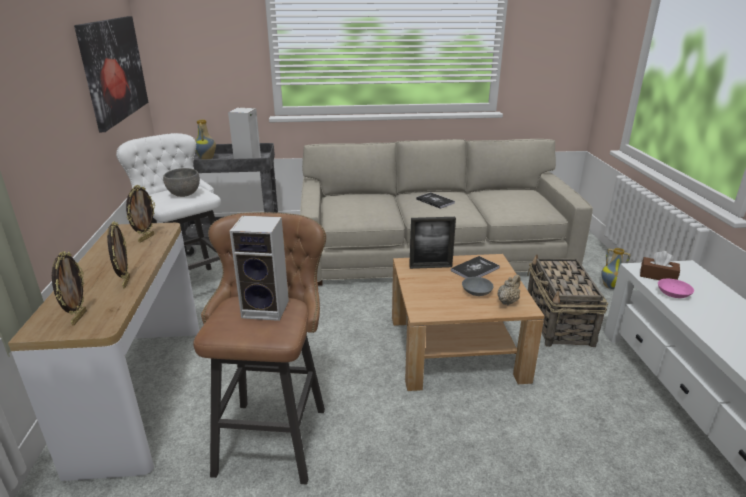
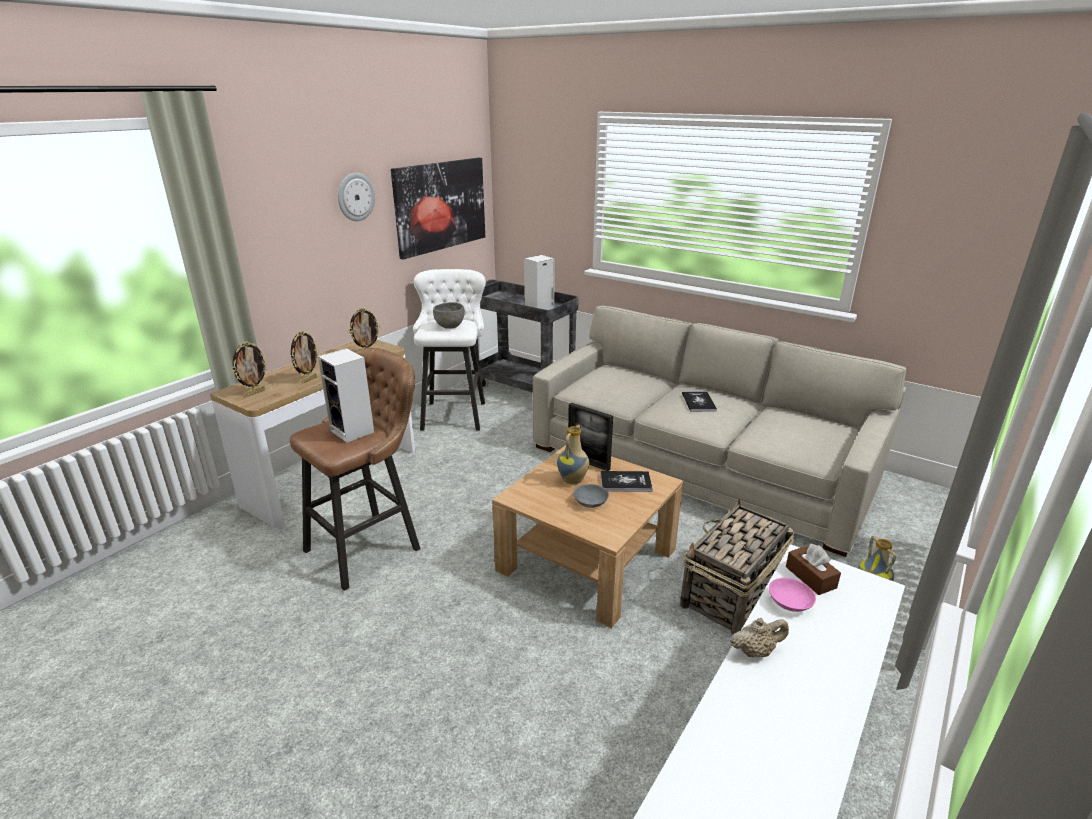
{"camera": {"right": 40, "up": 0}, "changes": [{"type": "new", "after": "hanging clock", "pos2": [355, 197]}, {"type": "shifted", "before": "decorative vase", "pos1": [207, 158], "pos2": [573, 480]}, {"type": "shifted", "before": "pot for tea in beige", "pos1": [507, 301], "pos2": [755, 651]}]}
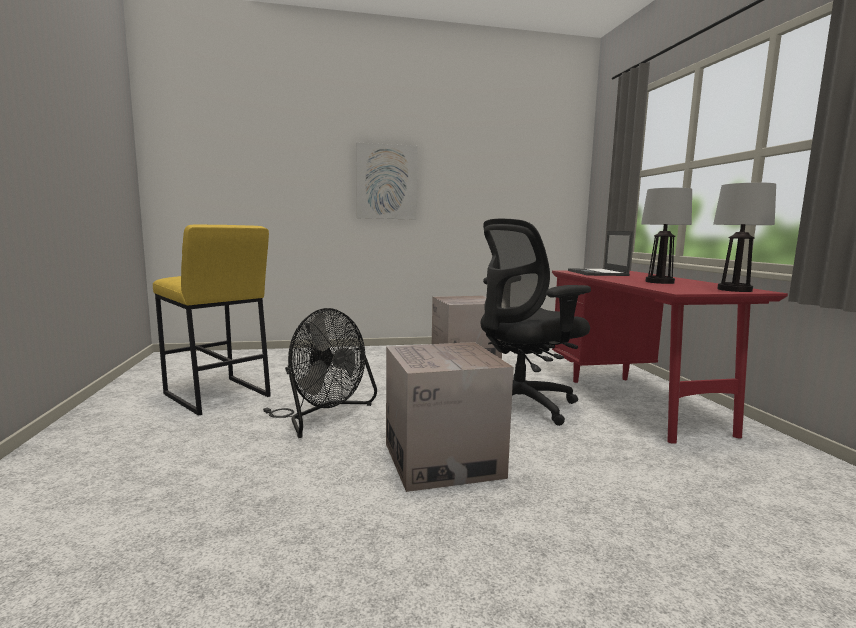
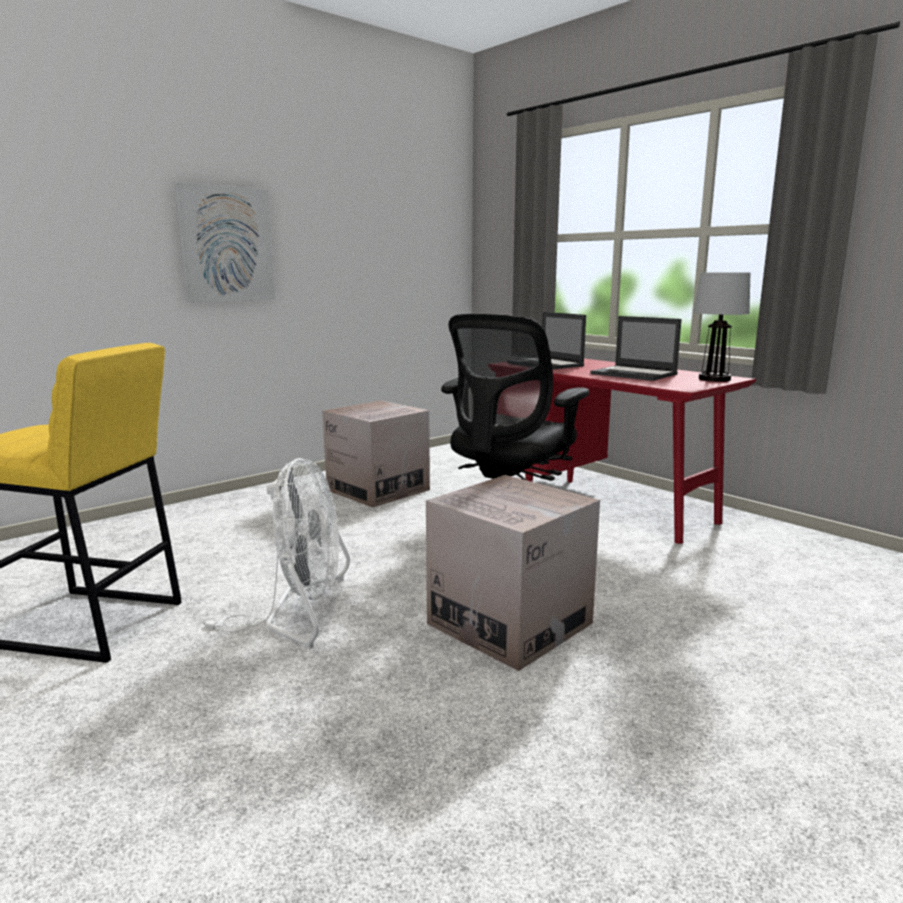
{"camera": {"right": -30, "up": 5}, "changes": [{"type": "repainted", "before": "fan in black-coloured", "after": "fan in white", "pos1": [320, 416], "pos2": [296, 612]}, {"type": "swapped", "before": "lamp for a table", "after": "portable computer", "pos1": [660, 282], "pos2": [634, 374]}]}
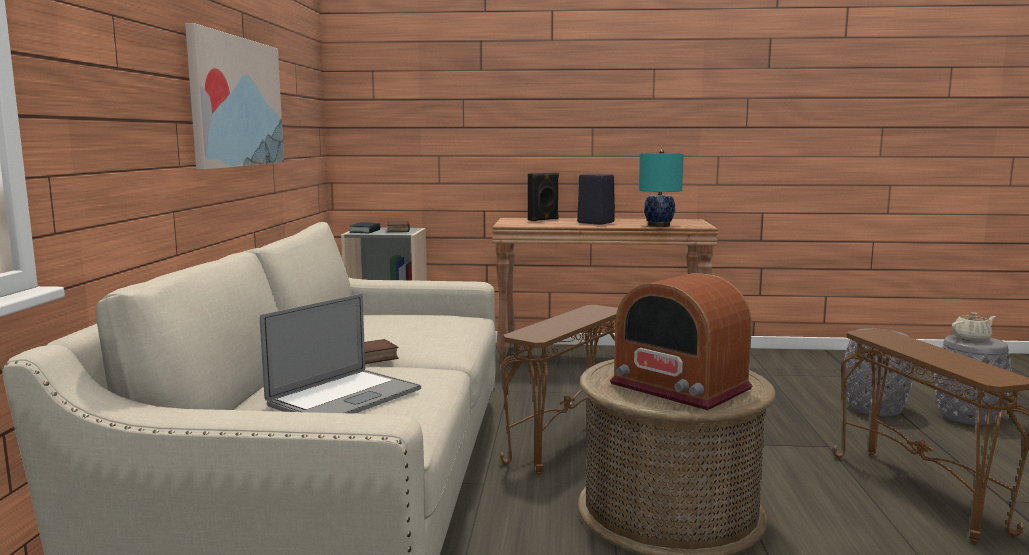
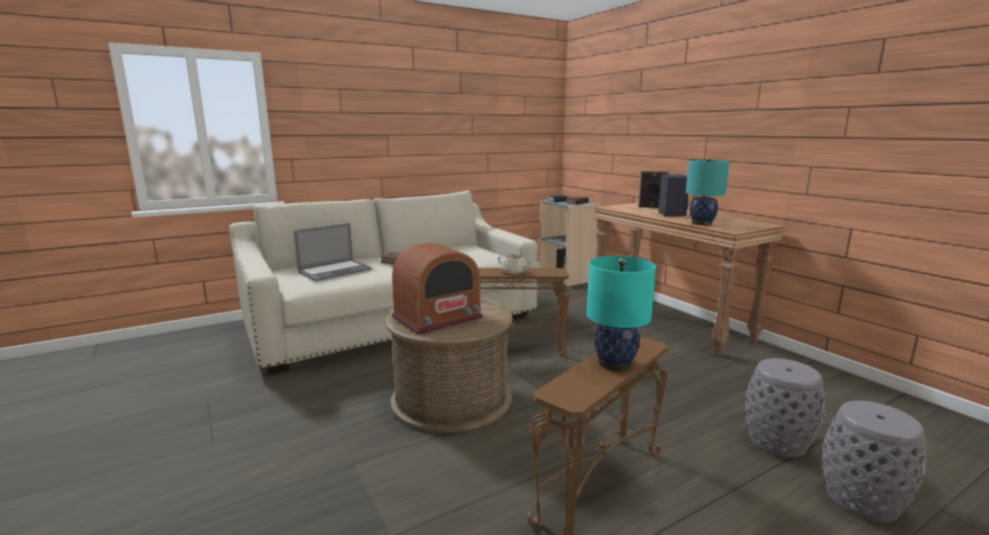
{"camera": {"right": 55, "up": 5}, "changes": [{"type": "rotated", "before": "portable computer", "pos1": [345, 397], "pos2": [335, 271], "turn": -45}, {"type": "rotated", "before": "radio", "pos1": [679, 386], "pos2": [437, 317], "turn": -135}, {"type": "shifted", "before": "pot for tea in beige", "pos1": [971, 339], "pos2": [514, 272]}, {"type": "new", "after": "lamp for a table in turquoise-coloured", "pos2": [615, 364]}, {"type": "gone", "before": "wall art", "pos1": [236, 102]}]}
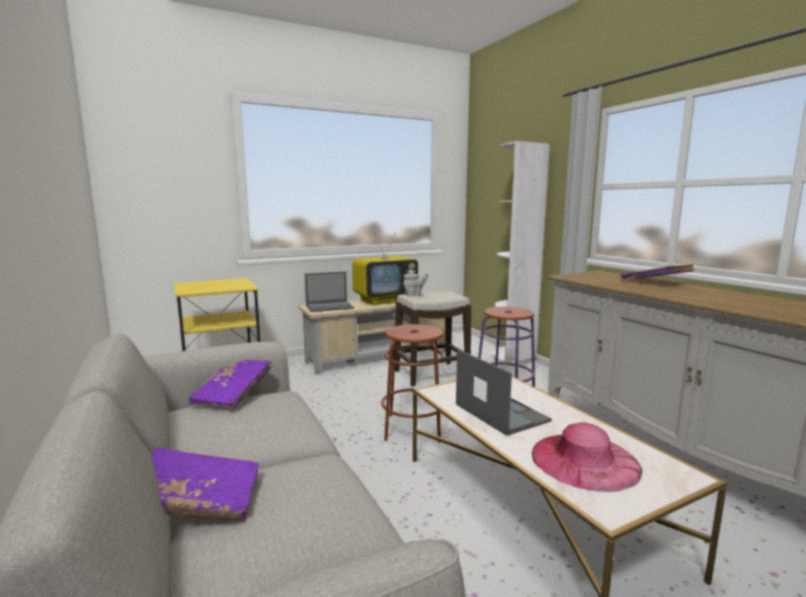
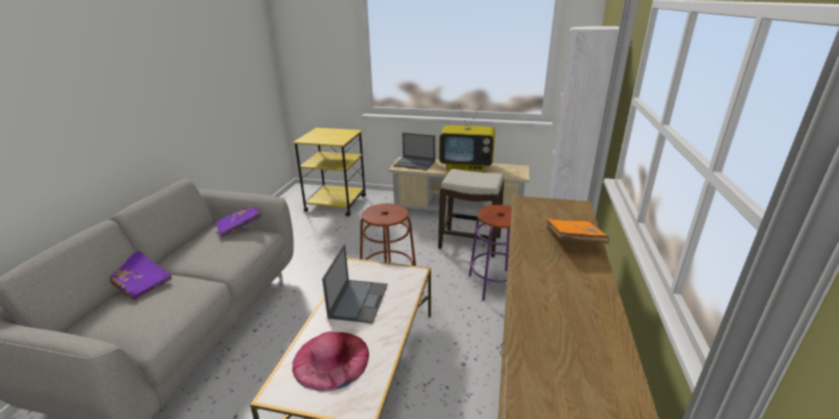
{"camera": {"right": 40, "up": 15}, "changes": [{"type": "repainted", "before": "book in purple-coloured", "after": "book in orangey", "pos1": [655, 282], "pos2": [573, 240]}, {"type": "gone", "before": "pot for tea in gray", "pos1": [414, 294]}]}
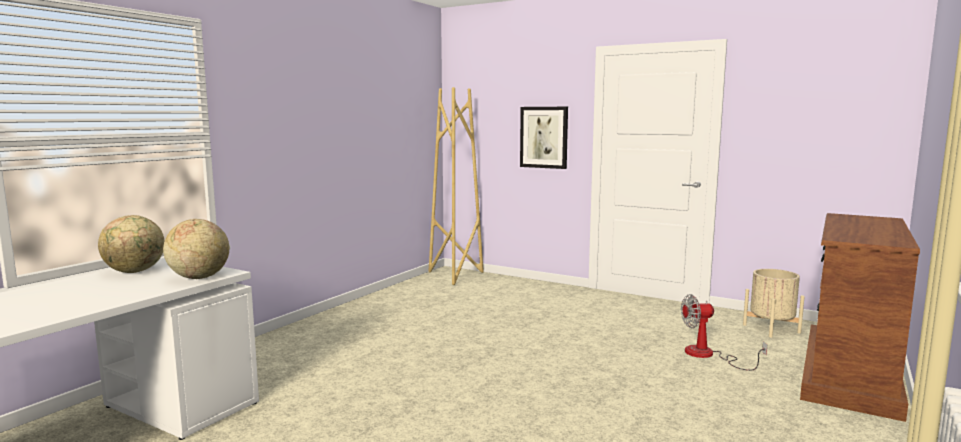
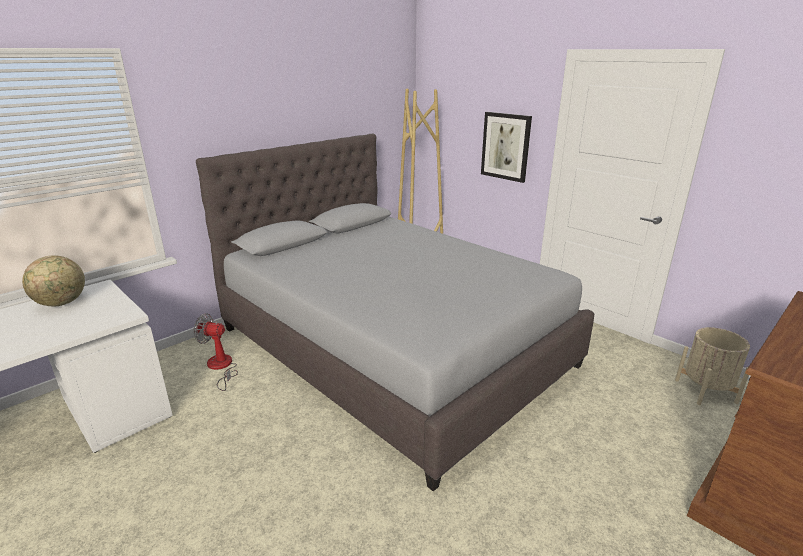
{"camera": {"right": 15, "up": 15}, "changes": [{"type": "shifted", "before": "fan", "pos1": [708, 355], "pos2": [221, 367]}, {"type": "new", "after": "sleeping bed in gray", "pos2": [392, 346]}, {"type": "gone", "before": "desk globe", "pos1": [199, 277]}]}
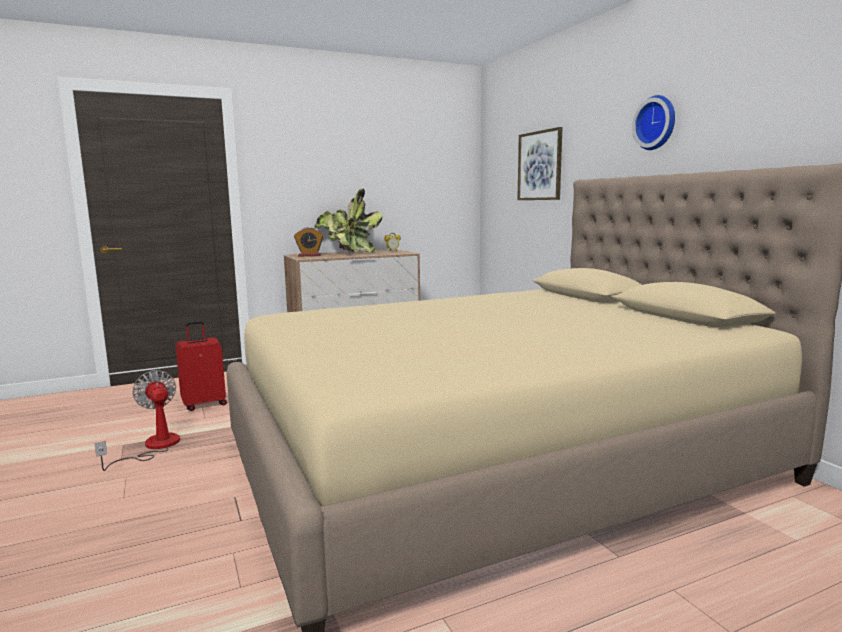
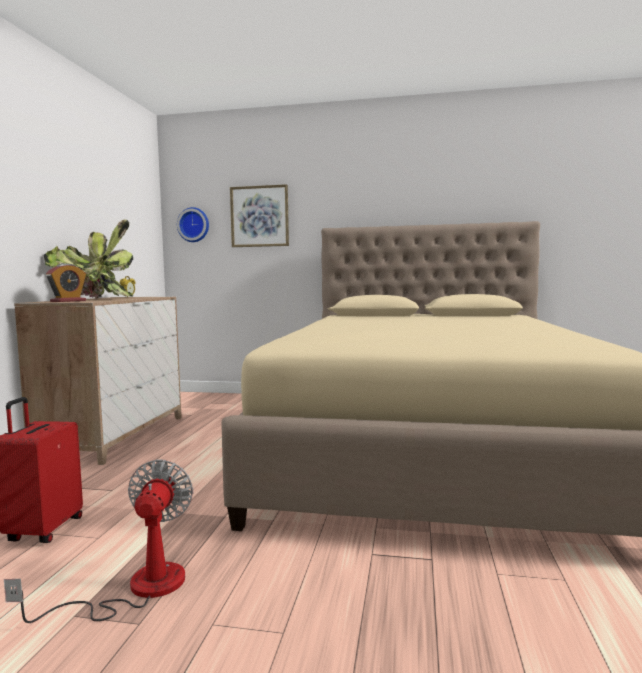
{"camera": {"right": -55, "up": -5}, "changes": [{"type": "rotated", "before": "fan", "pos1": [153, 447], "pos2": [137, 589], "turn": 90}, {"type": "shifted", "before": "hanging clock", "pos1": [657, 123], "pos2": [194, 225]}]}
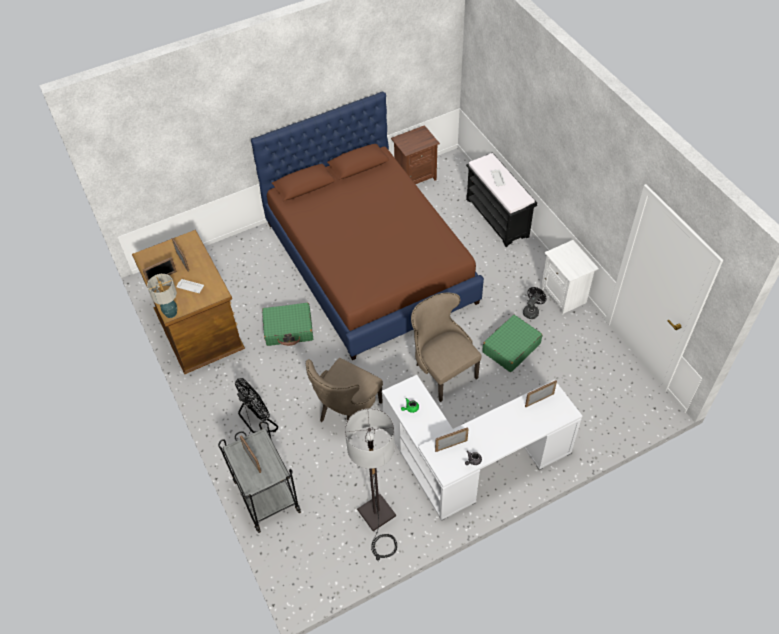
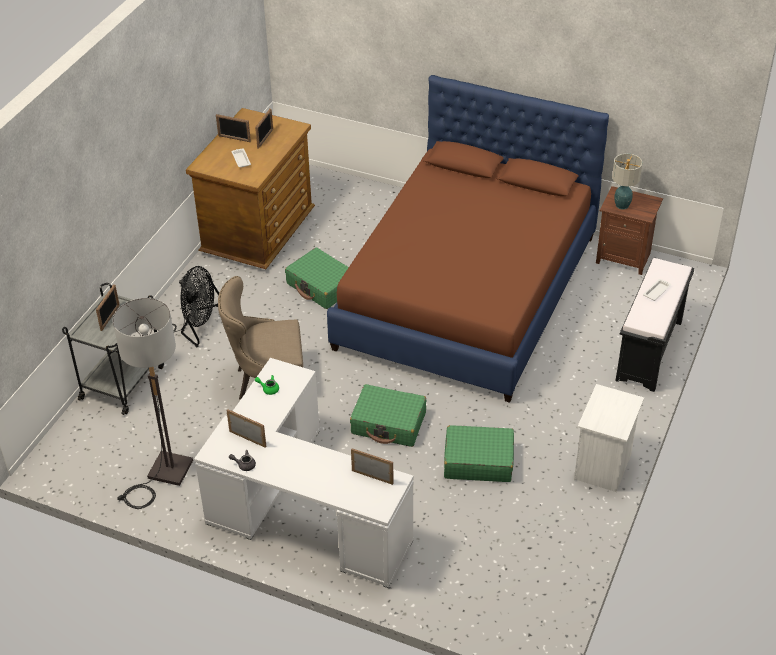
{"camera": {"right": 50, "up": -10}, "changes": [{"type": "swapped", "before": "upright chair in beige", "after": "piece of luggage in green", "pos1": [442, 371], "pos2": [389, 423]}, {"type": "shifted", "before": "lamp for a table", "pos1": [171, 313], "pos2": [621, 205]}, {"type": "gone", "before": "fan in black-coloured", "pos1": [532, 311]}]}
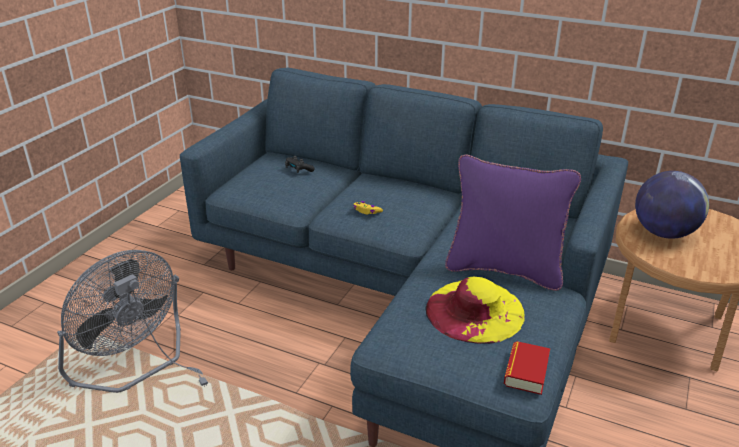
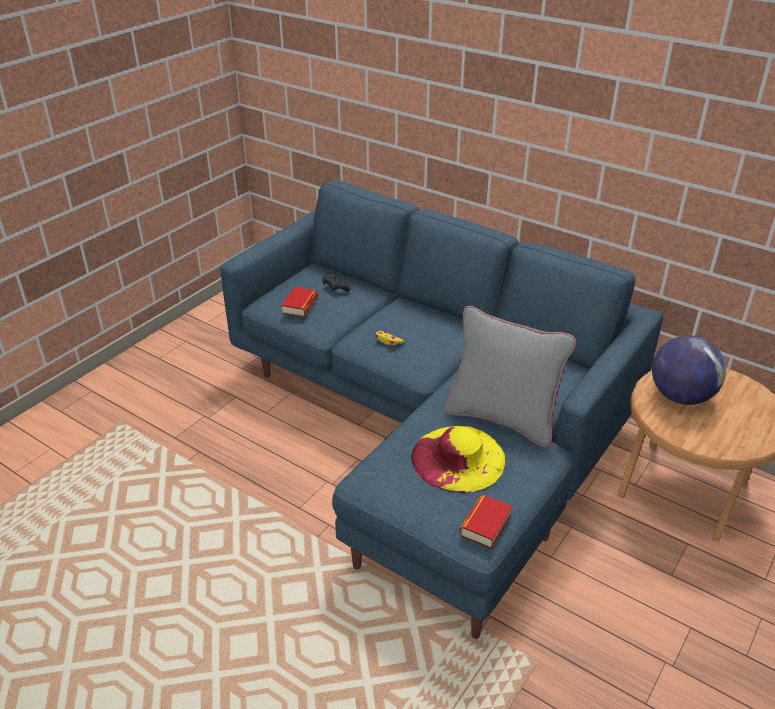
{"camera": {"right": 10, "up": 5}, "changes": [{"type": "new", "after": "book", "pos2": [300, 305]}, {"type": "repainted", "before": "pillow in purple-coloured", "after": "pillow in gray", "pos1": [504, 269], "pos2": [502, 418]}, {"type": "gone", "before": "fan in gray", "pos1": [145, 365]}]}
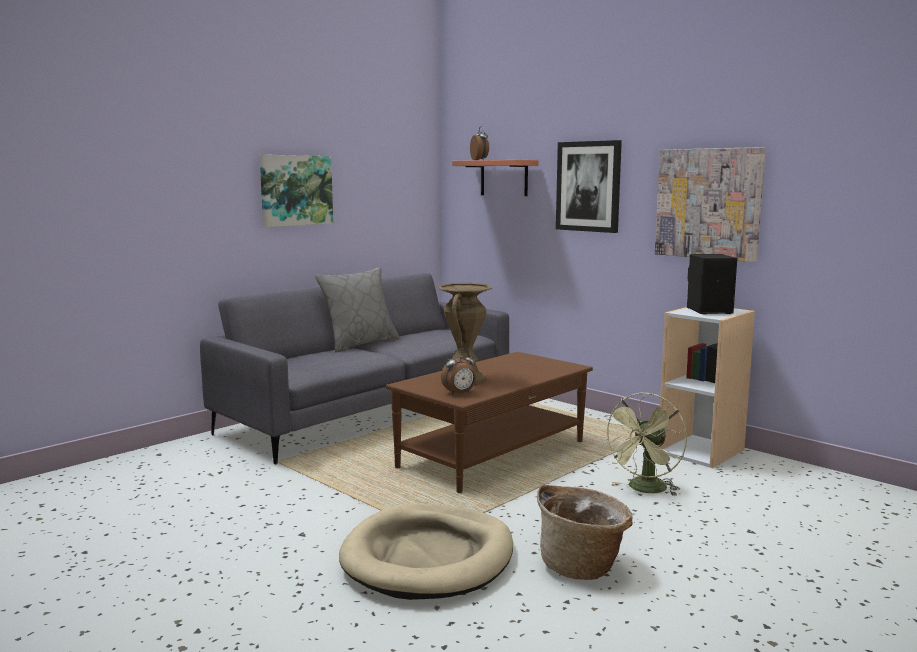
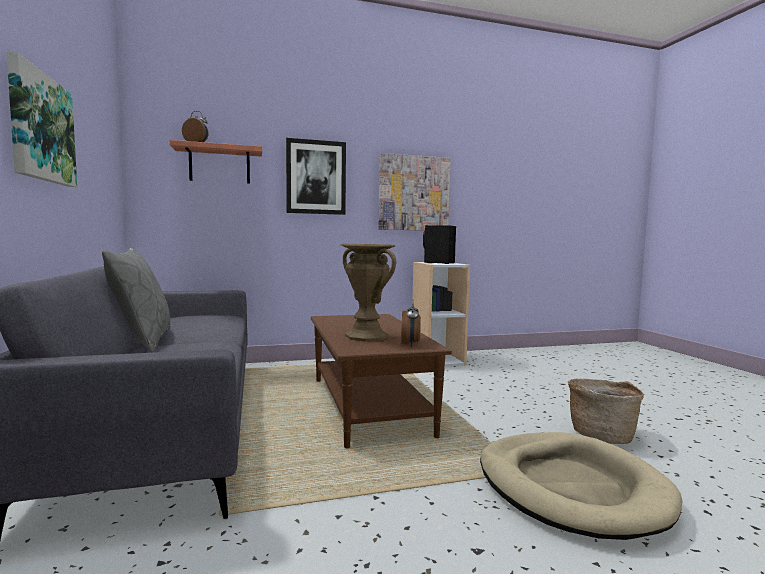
{"camera": {"right": -60, "up": -5}, "changes": [{"type": "gone", "before": "fan in green", "pos1": [645, 490]}]}
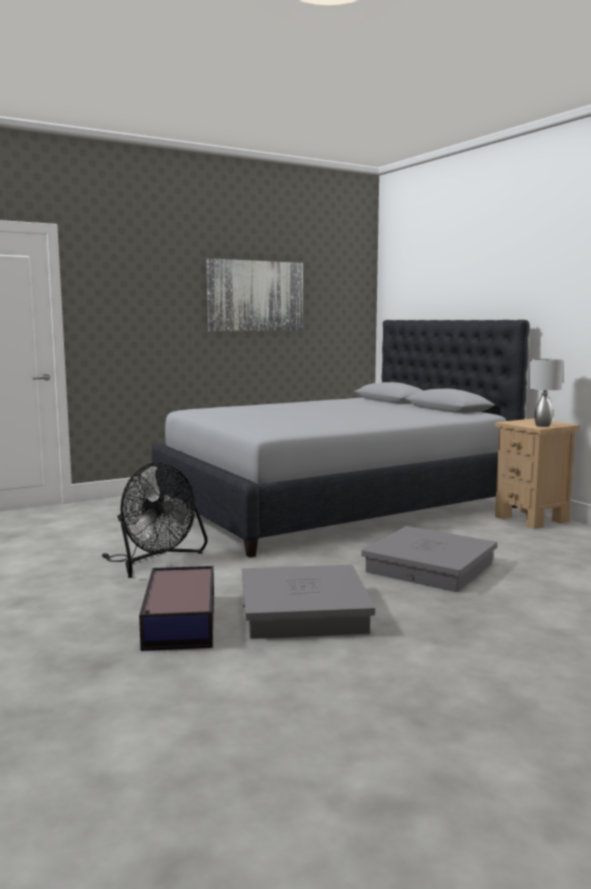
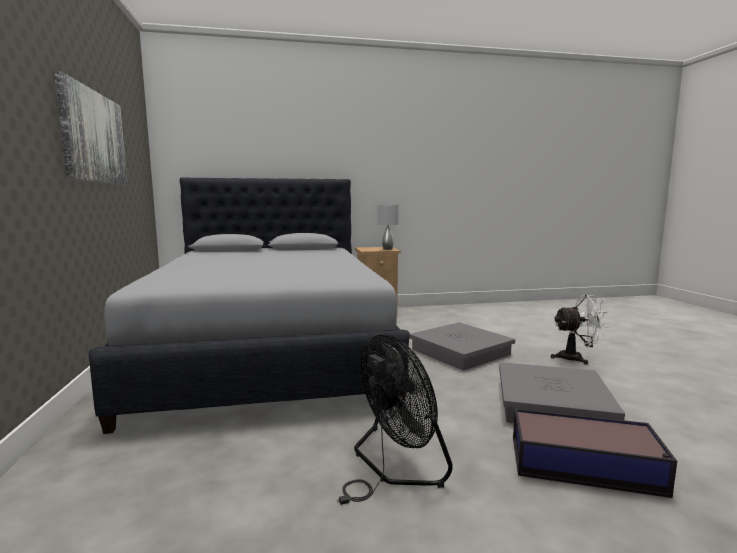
{"camera": {"right": -70, "up": 0}, "changes": [{"type": "new", "after": "fan in white", "pos2": [576, 358]}]}
